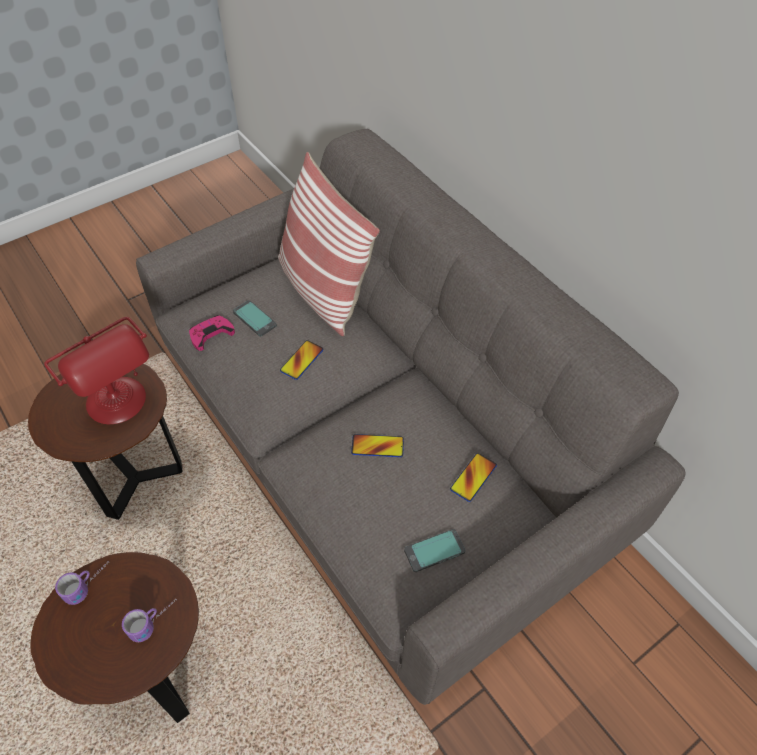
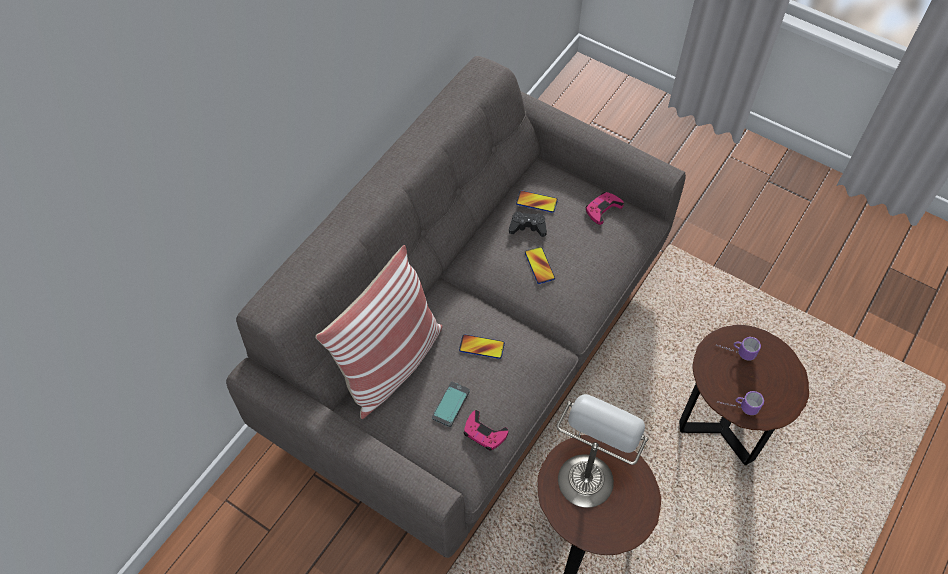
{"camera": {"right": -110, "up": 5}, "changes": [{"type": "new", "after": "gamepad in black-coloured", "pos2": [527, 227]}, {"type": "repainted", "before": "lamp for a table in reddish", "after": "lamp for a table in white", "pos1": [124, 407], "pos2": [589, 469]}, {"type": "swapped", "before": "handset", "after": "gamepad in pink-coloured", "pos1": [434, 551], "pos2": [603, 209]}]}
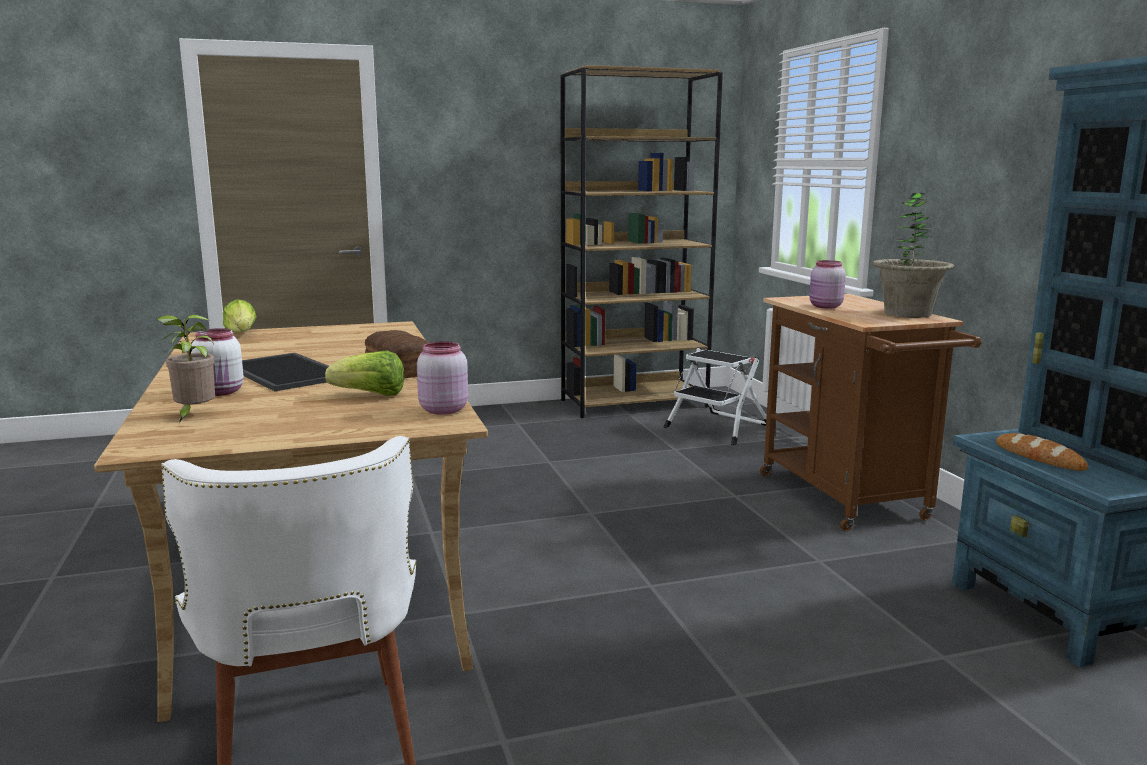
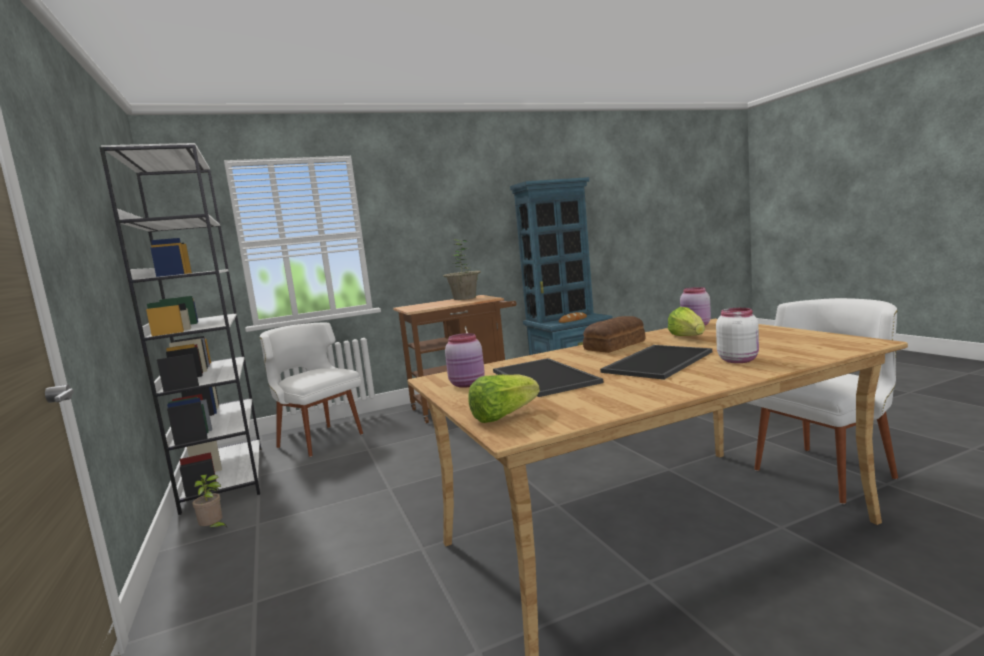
{"camera": {"right": -95, "up": -5}, "changes": [{"type": "repainted", "before": "bookshelf in brownish", "after": "bookshelf in white", "pos1": [634, 403], "pos2": [224, 477]}, {"type": "shifted", "before": "potted plant", "pos1": [194, 415], "pos2": [213, 529]}, {"type": "swapped", "before": "stepladder", "after": "upright chair in white", "pos1": [719, 427], "pos2": [320, 441]}, {"type": "shifted", "before": "storage jar in pink-coloured", "pos1": [825, 306], "pos2": [468, 384]}, {"type": "new", "after": "tray", "pos2": [541, 377]}]}
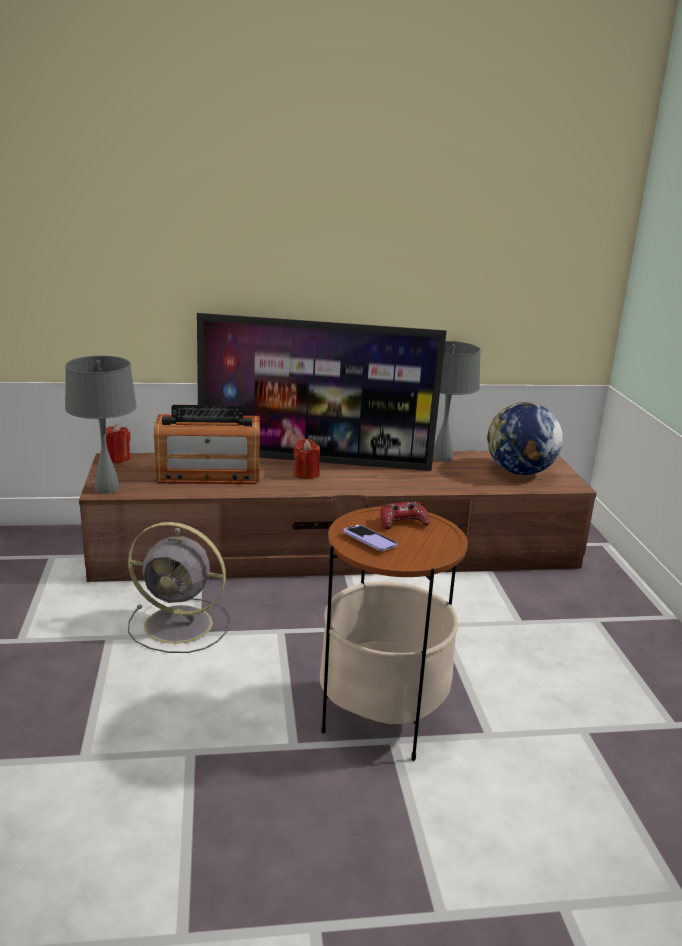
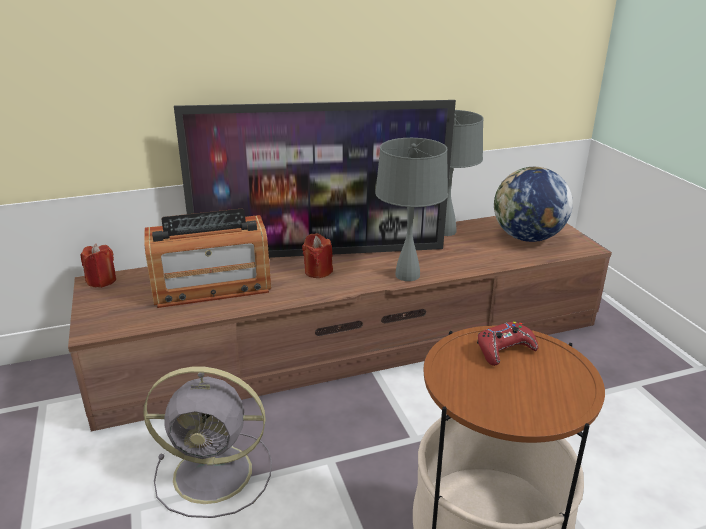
{"camera": {"right": -10, "up": 5}, "changes": [{"type": "shifted", "before": "lamp for a table in gray", "pos1": [106, 489], "pos2": [407, 275]}, {"type": "gone", "before": "handset", "pos1": [370, 539]}]}
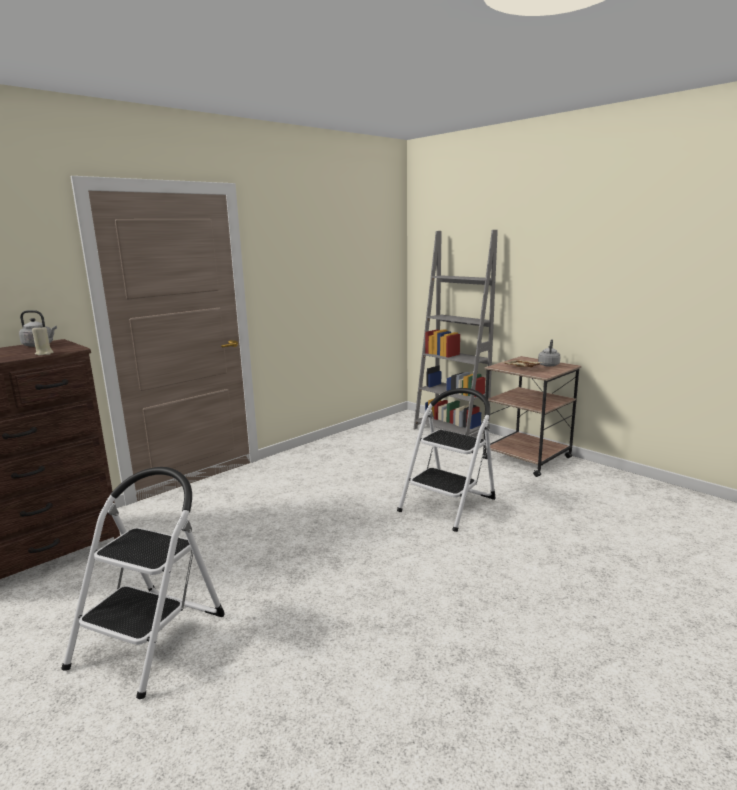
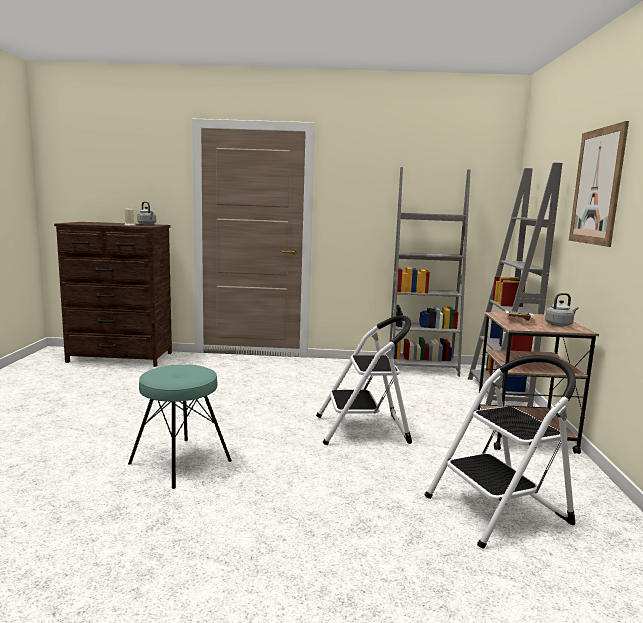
{"camera": {"right": 45, "up": -5}, "changes": [{"type": "new", "after": "stool seat in turquoise-coloured", "pos2": [180, 462]}, {"type": "new", "after": "bookshelf in gray", "pos2": [422, 369]}, {"type": "shifted", "before": "stepladder", "pos1": [153, 638], "pos2": [501, 510]}, {"type": "new", "after": "wall art", "pos2": [597, 186]}]}
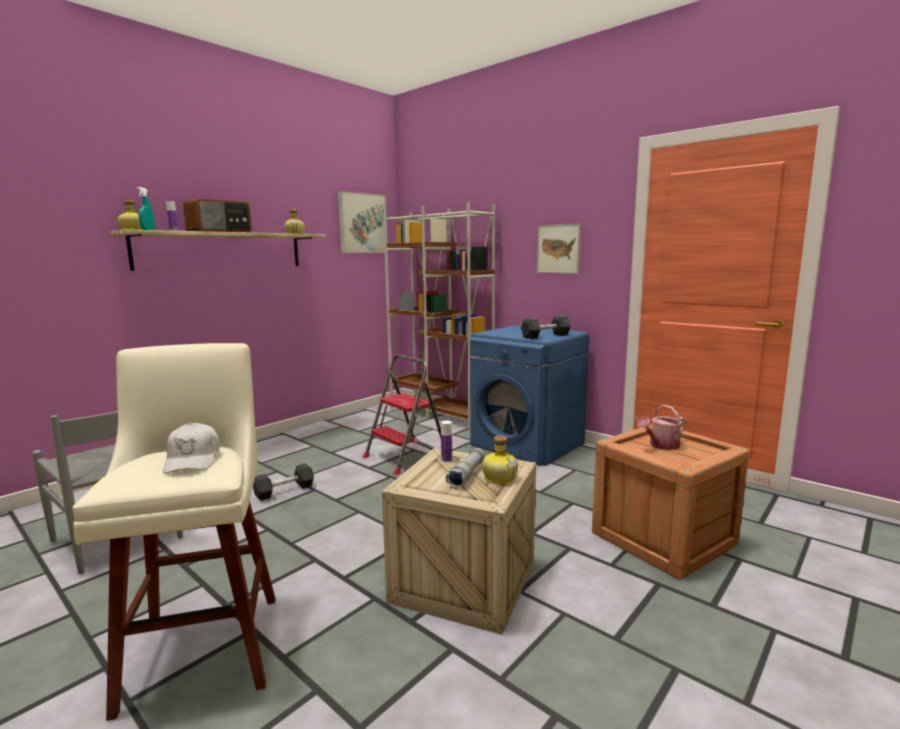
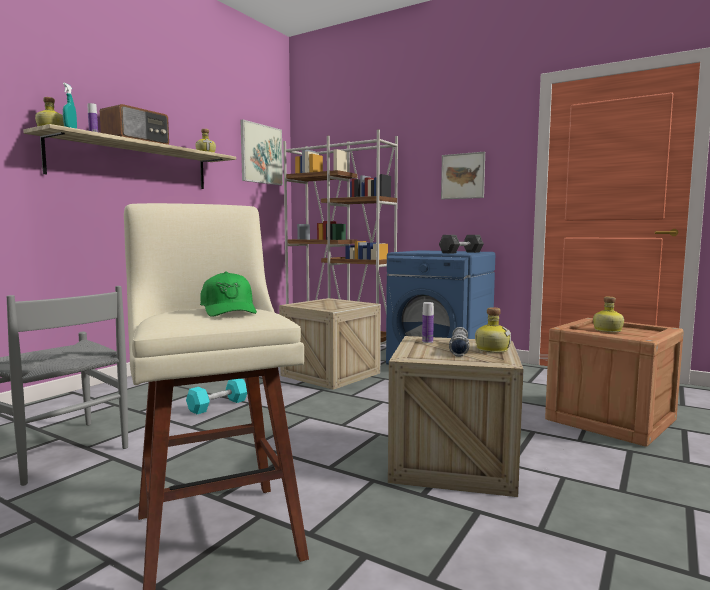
{"camera": {"right": -10, "up": -5}, "changes": [{"type": "repainted", "before": "dumbbell in gray", "after": "dumbbell in turquoise-coloured", "pos1": [284, 491], "pos2": [218, 405]}, {"type": "repainted", "before": "baseball cap in white", "after": "baseball cap in green", "pos1": [193, 460], "pos2": [229, 310]}, {"type": "swapped", "before": "stepladder in reddish", "after": "shipping crate", "pos1": [409, 456], "pos2": [330, 374]}, {"type": "swapped", "before": "watering pot", "after": "bottle", "pos1": [661, 445], "pos2": [606, 330]}]}
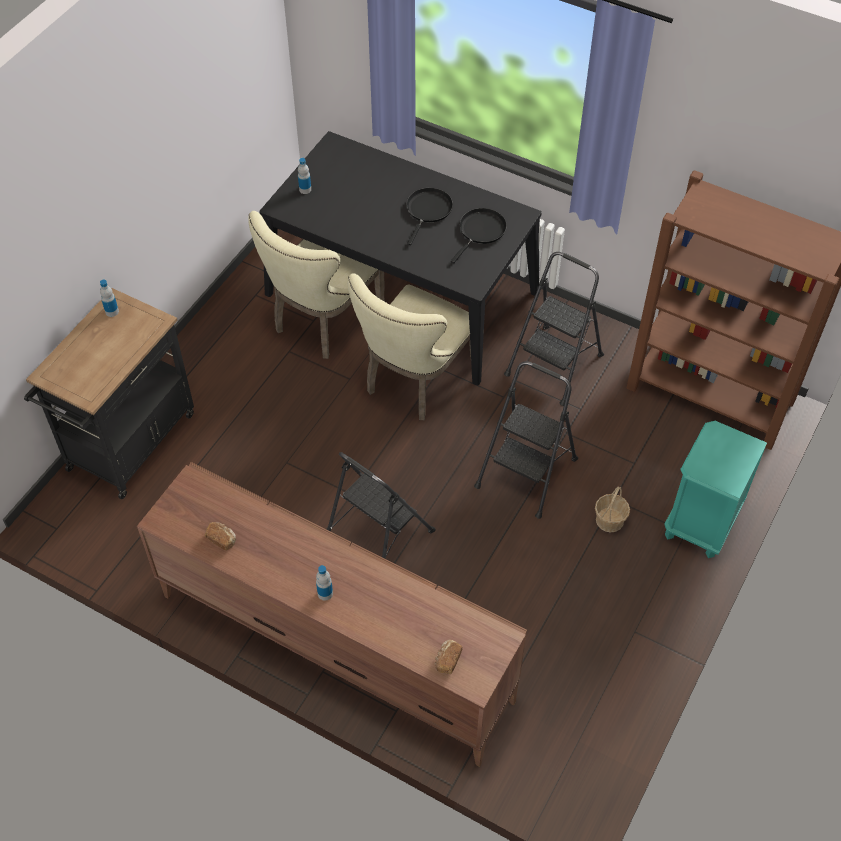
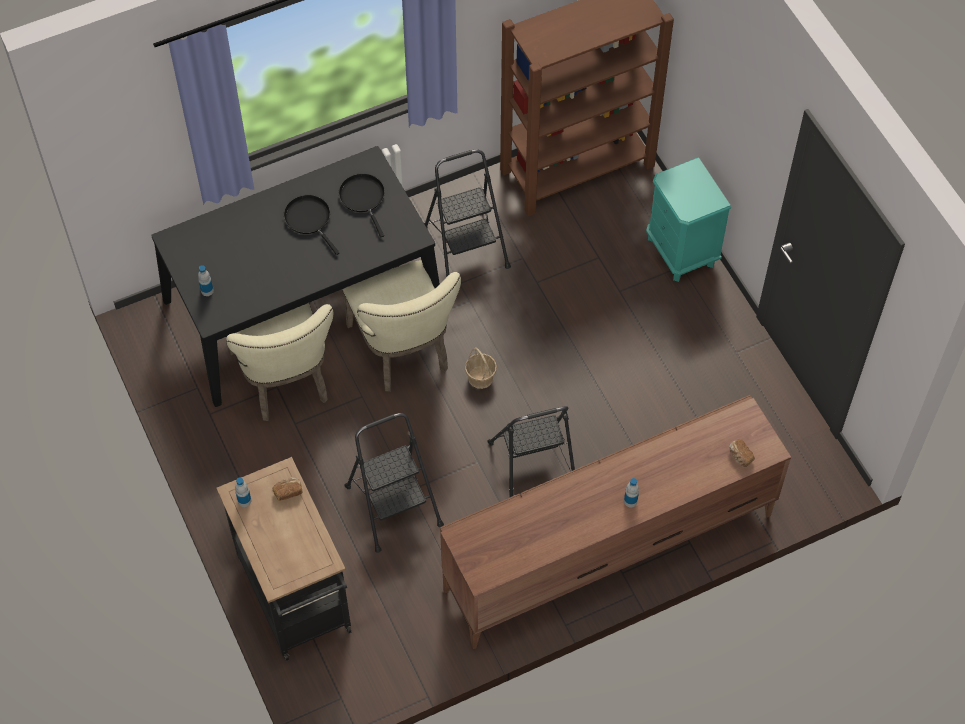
{"camera": {"right": -55, "up": 5}, "changes": [{"type": "shifted", "before": "bread", "pos1": [222, 539], "pos2": [288, 491]}, {"type": "shifted", "before": "stepladder in black-coloured", "pos1": [528, 469], "pos2": [392, 502]}, {"type": "shifted", "before": "household basket", "pos1": [610, 520], "pos2": [480, 377]}]}
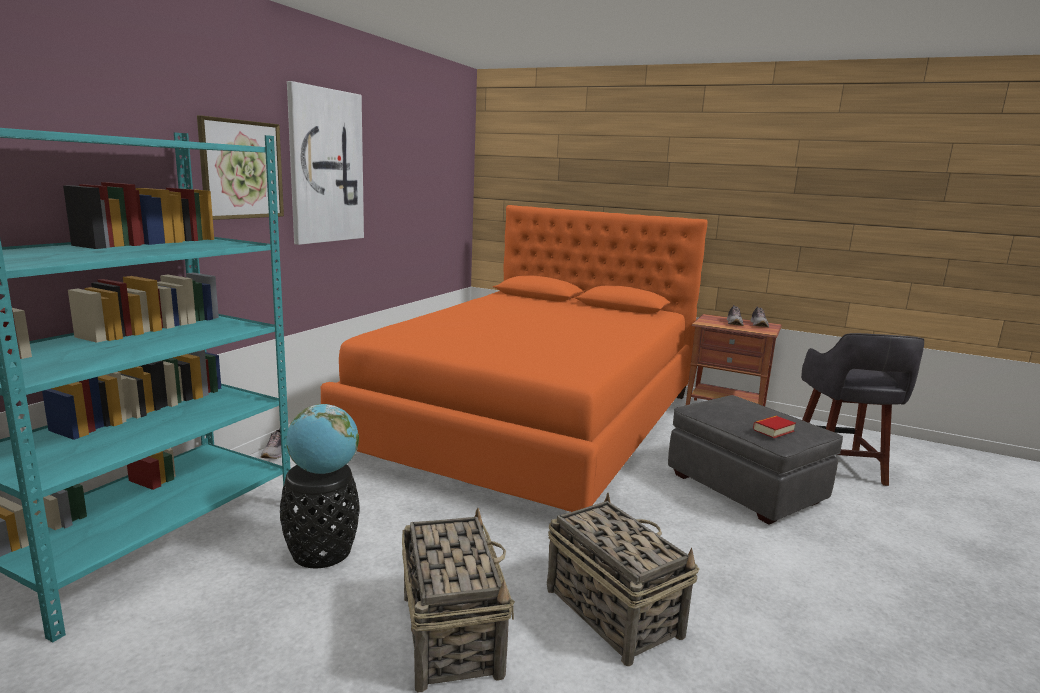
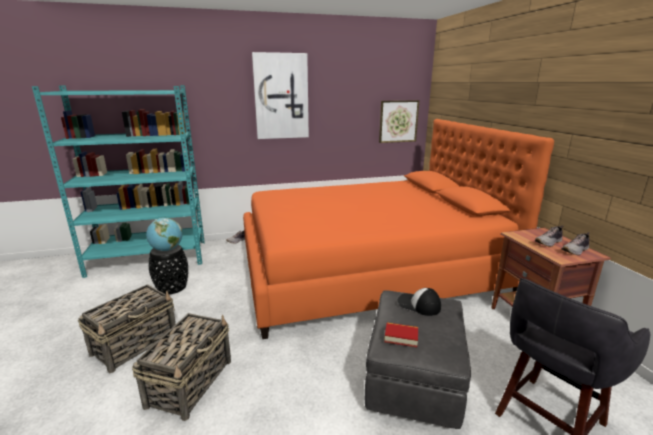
{"camera": {"right": 50, "up": 5}, "changes": [{"type": "shifted", "before": "wall art", "pos1": [241, 169], "pos2": [398, 121]}, {"type": "new", "after": "baseball cap", "pos2": [418, 305]}]}
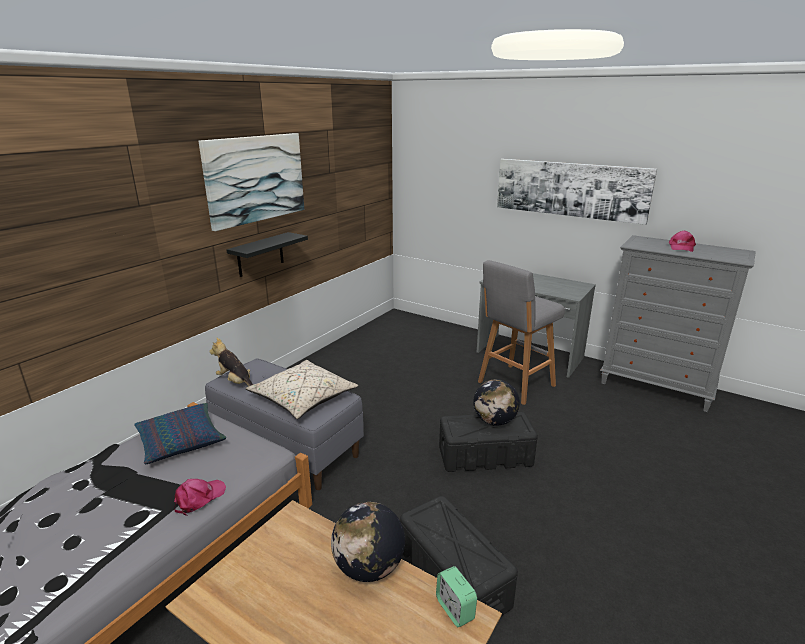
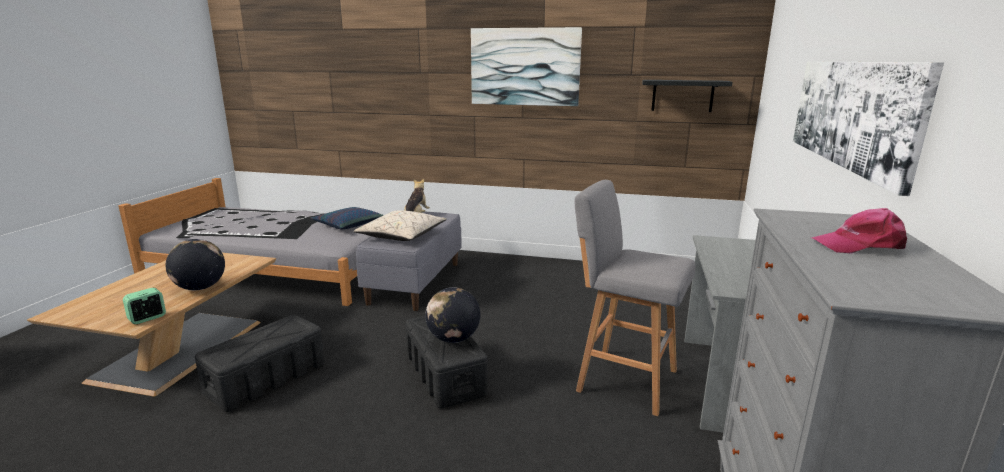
{"camera": {"right": 70, "up": -5}, "changes": [{"type": "shifted", "before": "bracket shelf in black-coloured", "pos1": [260, 254], "pos2": [682, 95]}, {"type": "gone", "before": "baseball cap in pink-coloured", "pos1": [199, 498]}]}
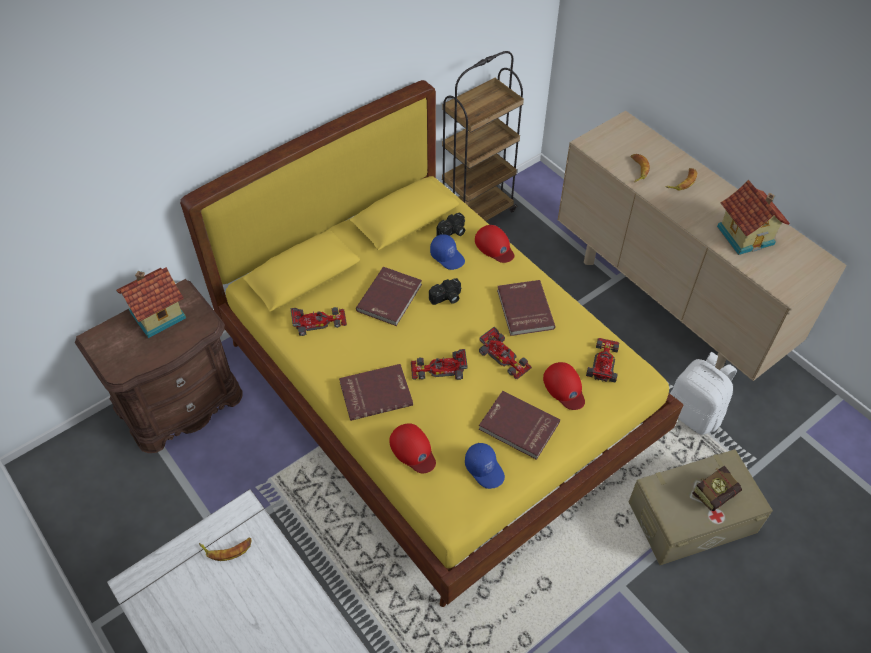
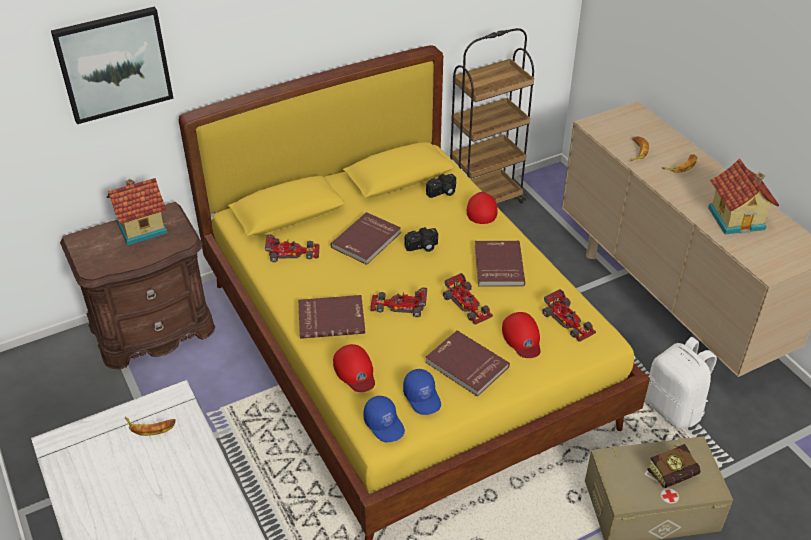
{"camera": {"right": 10, "up": -10}, "changes": [{"type": "new", "after": "wall art", "pos2": [114, 64]}, {"type": "shifted", "before": "baseball cap in bluish", "pos1": [448, 256], "pos2": [384, 424]}, {"type": "rotated", "before": "baseball cap in reddish", "pos1": [494, 246], "pos2": [481, 209], "turn": -150}, {"type": "rotated", "before": "model car", "pos1": [604, 362], "pos2": [568, 320], "turn": 120}]}
